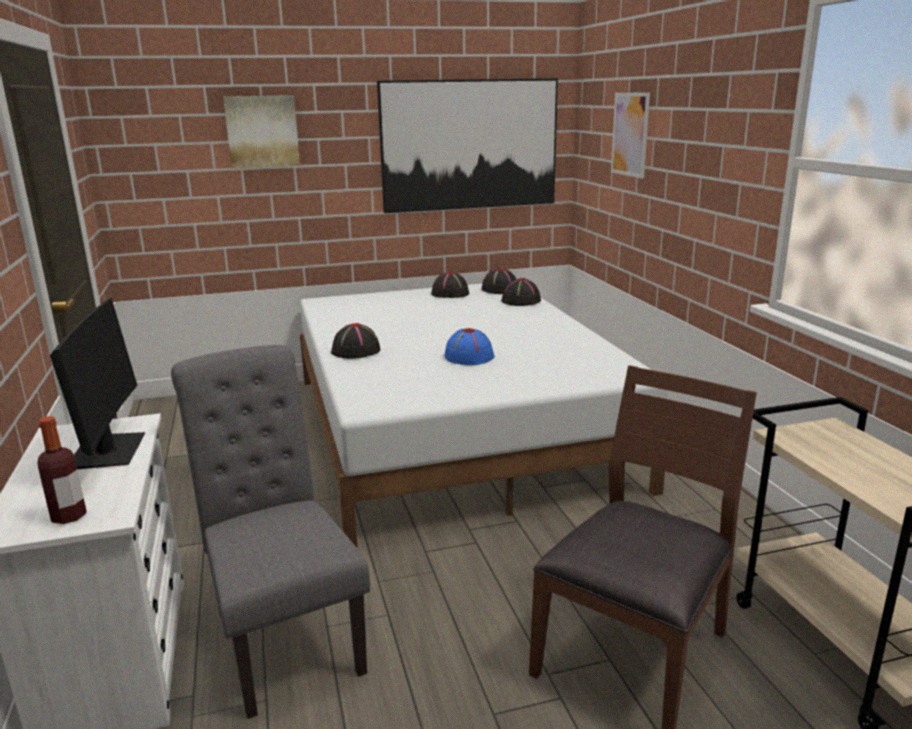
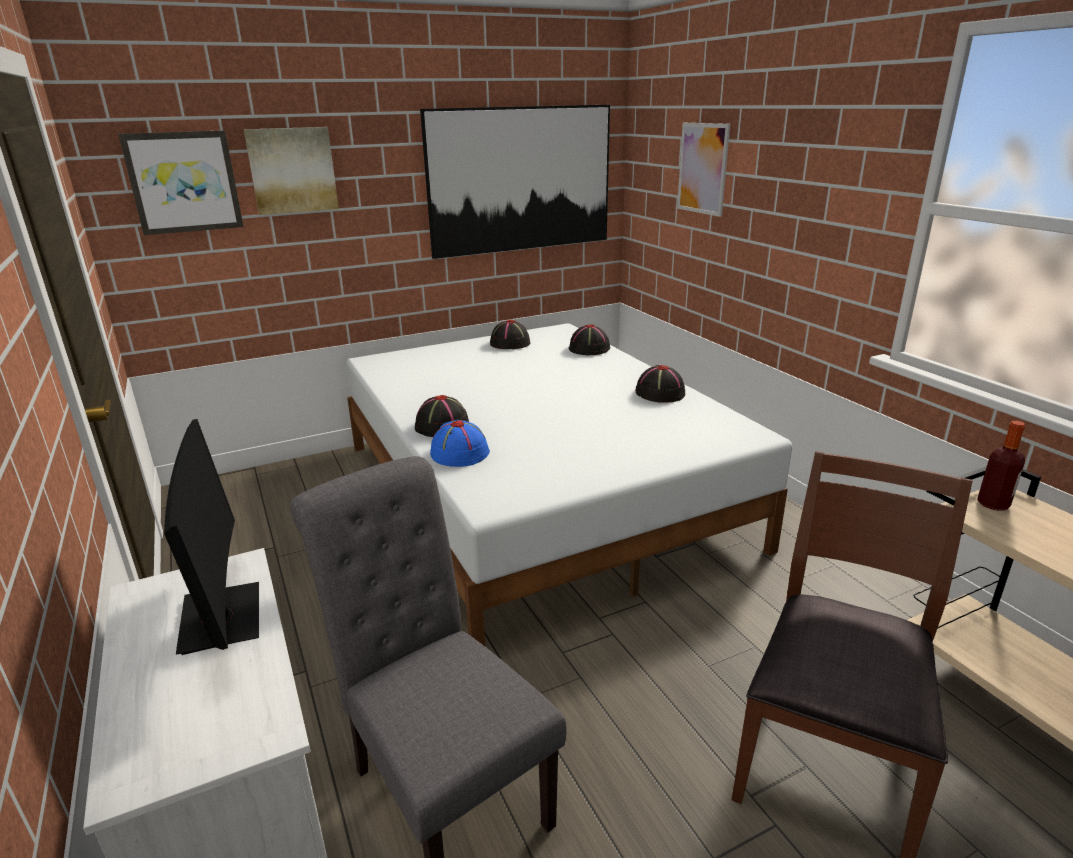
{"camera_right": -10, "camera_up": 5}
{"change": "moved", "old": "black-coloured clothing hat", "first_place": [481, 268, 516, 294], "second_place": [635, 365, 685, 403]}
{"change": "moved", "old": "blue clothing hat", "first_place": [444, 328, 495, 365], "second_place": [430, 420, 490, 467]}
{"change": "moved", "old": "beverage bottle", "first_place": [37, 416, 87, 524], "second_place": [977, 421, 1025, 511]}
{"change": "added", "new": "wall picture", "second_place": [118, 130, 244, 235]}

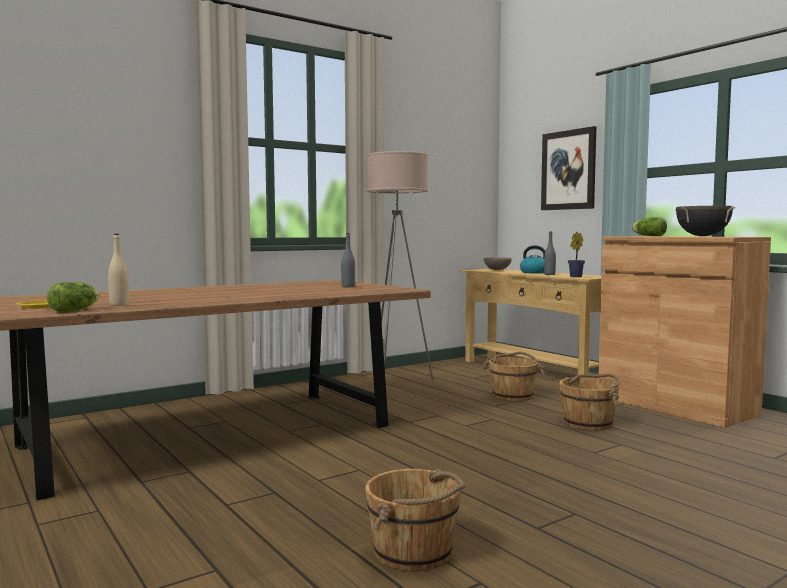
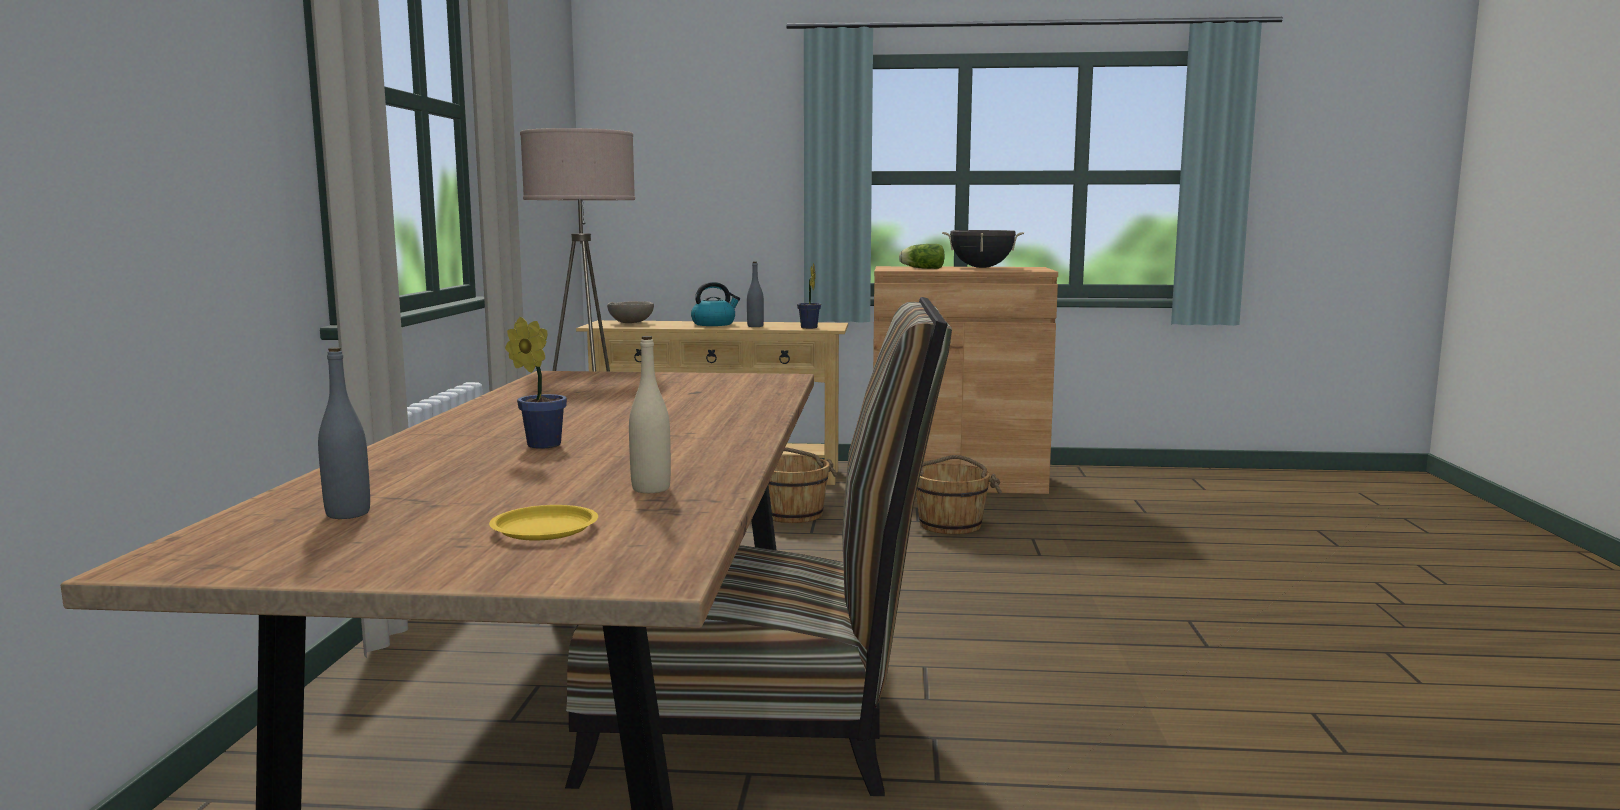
{"camera_right": -50, "camera_up": 5}
{"change": "removed", "old": "wall picture", "first_place": [541, 126, 596, 210]}
{"change": "moved", "old": "greyish beverage bottle", "first_place": [341, 233, 355, 287], "second_place": [318, 347, 370, 519]}
{"change": "removed", "old": "head of lettuce", "first_place": [47, 282, 100, 312]}
{"change": "removed", "old": "brown bucket", "first_place": [365, 469, 465, 572]}
{"change": "added", "new": "chair", "second_place": [565, 297, 952, 796]}
{"change": "added", "new": "houseplant", "second_place": [505, 317, 567, 449]}

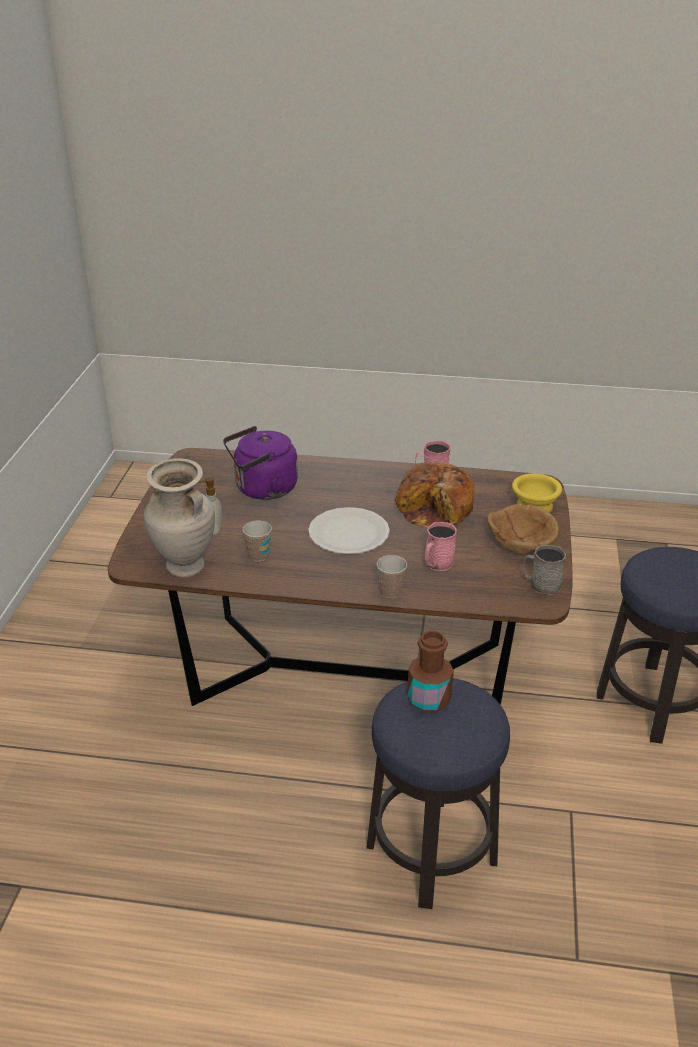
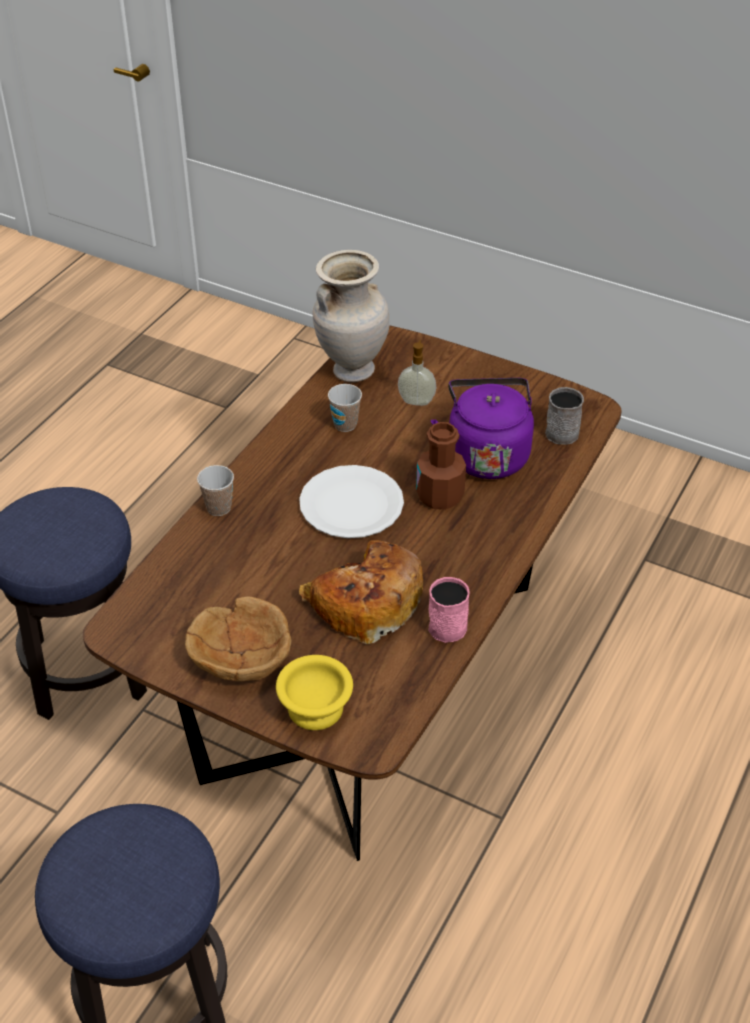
{"camera_right": 110, "camera_up": 10}
{"change": "removed", "old": "pinkish tea mug", "first_place": [425, 522, 457, 571]}
{"change": "moved", "old": "greyish tea mug", "first_place": [523, 545, 566, 595], "second_place": [545, 387, 584, 445]}
{"change": "moved", "old": "brown beverage bottle", "first_place": [407, 631, 454, 712], "second_place": [416, 422, 466, 510]}

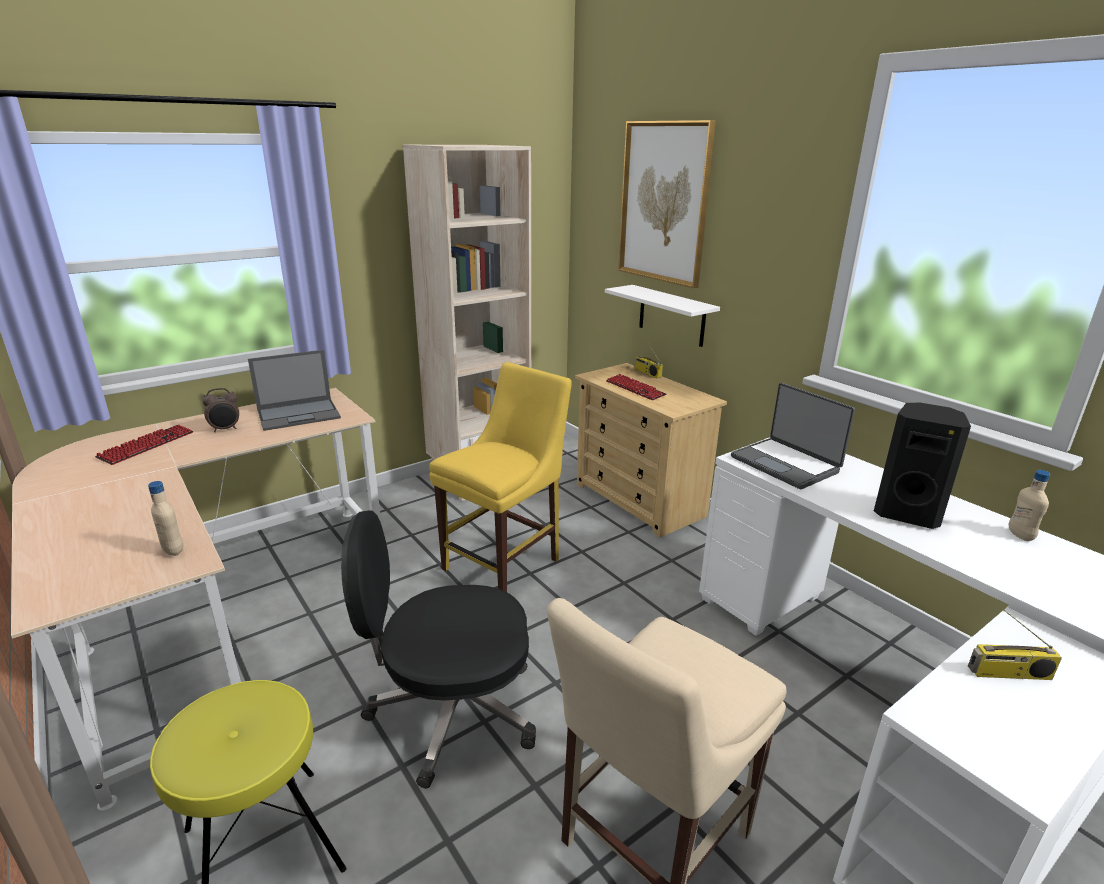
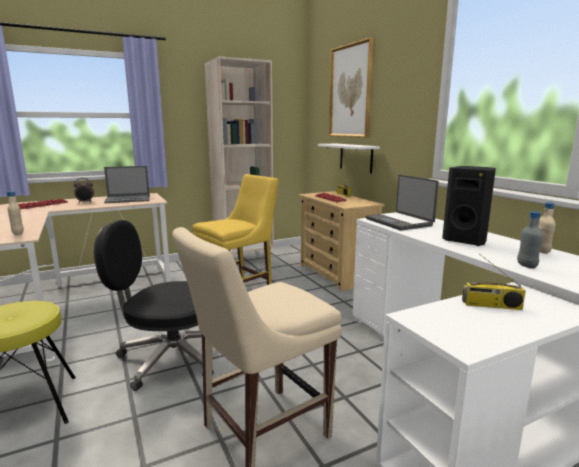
{"camera_right": 10, "camera_up": -10}
{"change": "added", "new": "greyish beverage bottle", "second_place": [517, 211, 543, 269]}

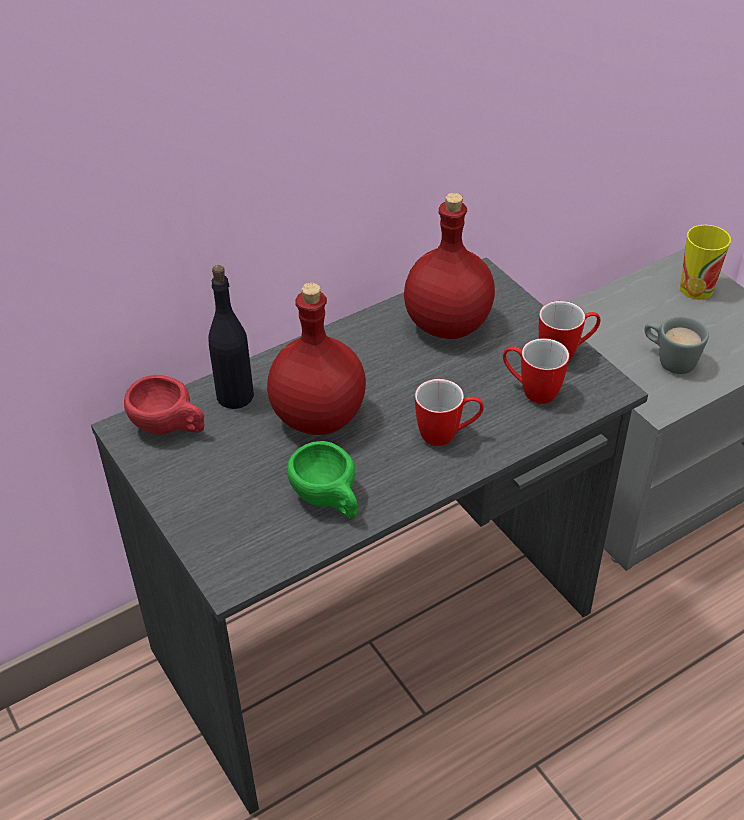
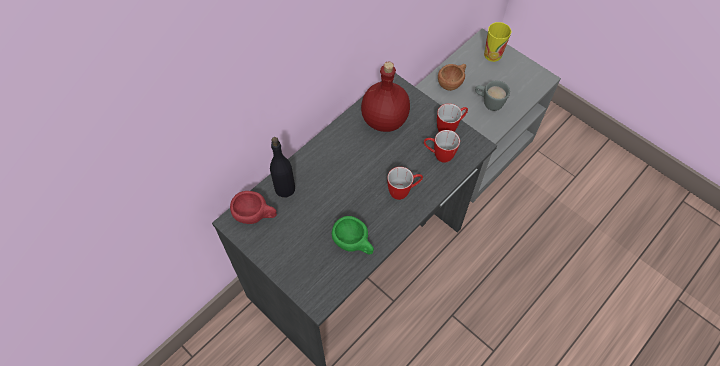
{"camera_right": -15, "camera_up": 15}
{"change": "removed", "old": "red beverage bottle", "first_place": [267, 282, 366, 435]}
{"change": "added", "new": "brown small cup", "second_place": [438, 64, 466, 91]}

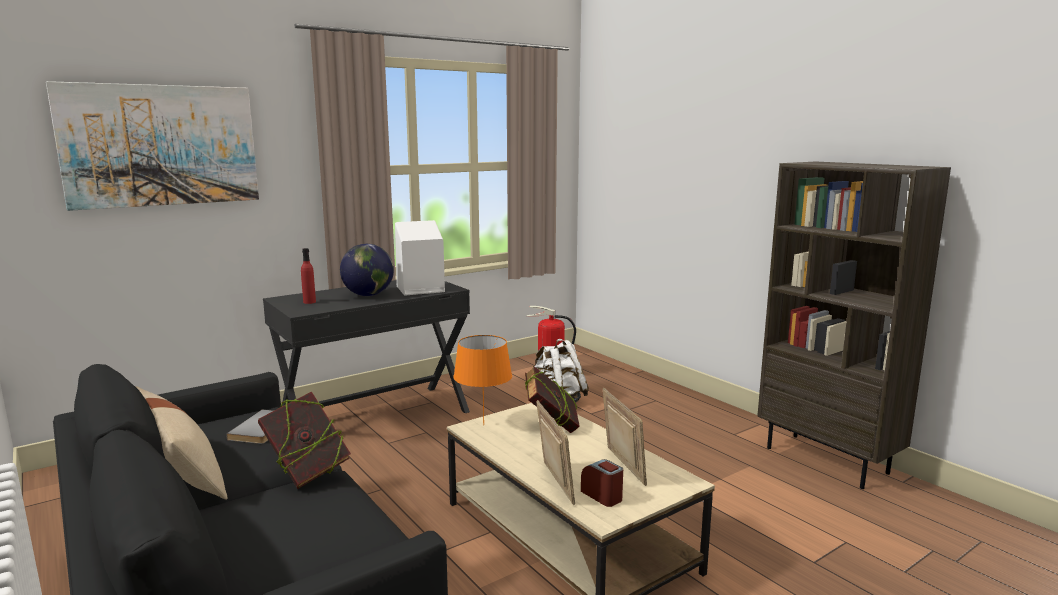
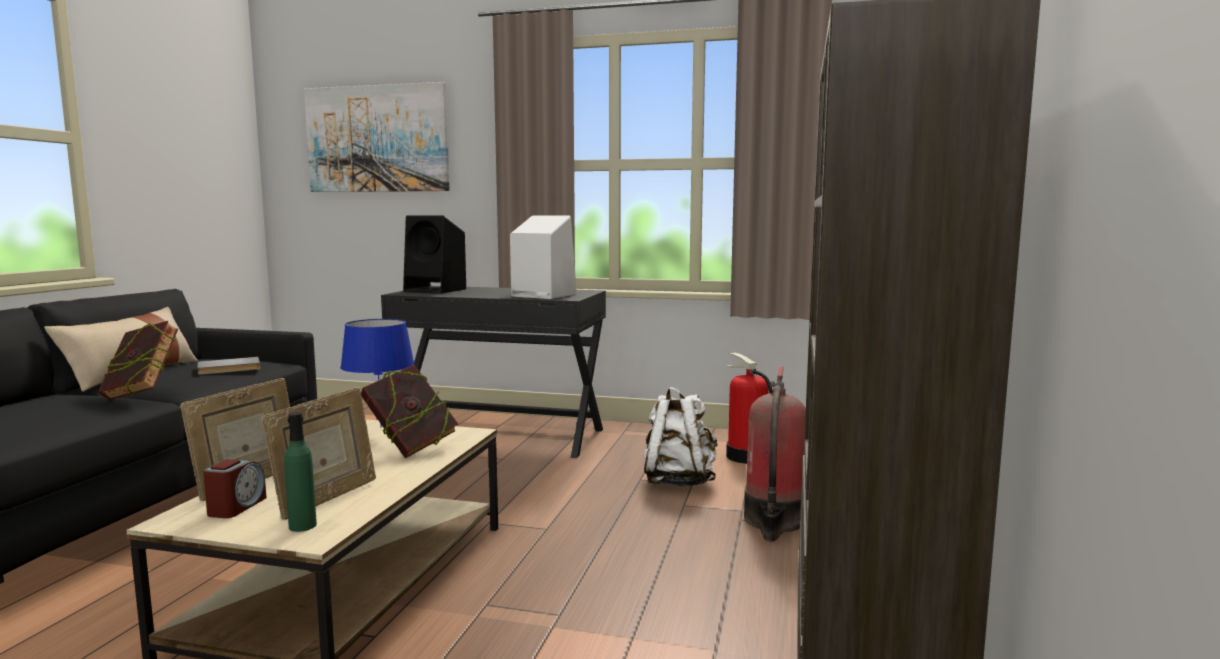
{"camera_right": 50, "camera_up": -5}
{"change": "removed", "old": "desk globe", "first_place": [340, 244, 394, 296]}
{"change": "replaced", "old": "red beverage bottle", "new": "black-coloured speaker", "first_place": [301, 248, 316, 304], "second_place": [403, 215, 466, 294]}
{"change": "recoloured", "old": "orange lamp for a table", "new": "blue lamp for a table", "first_place": [453, 335, 512, 425], "second_place": [340, 319, 415, 428]}
{"change": "added", "new": "fire-fighting cylinder", "second_place": [744, 366, 806, 541]}
{"change": "added", "new": "green beverage bottle", "second_place": [284, 412, 317, 532]}

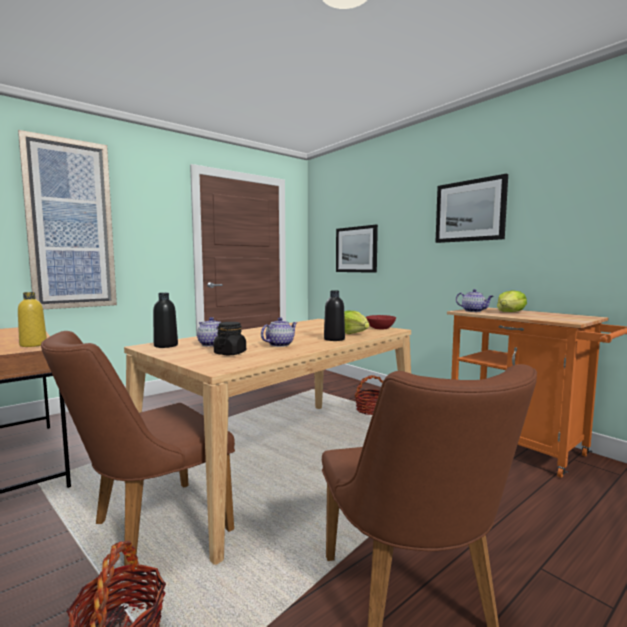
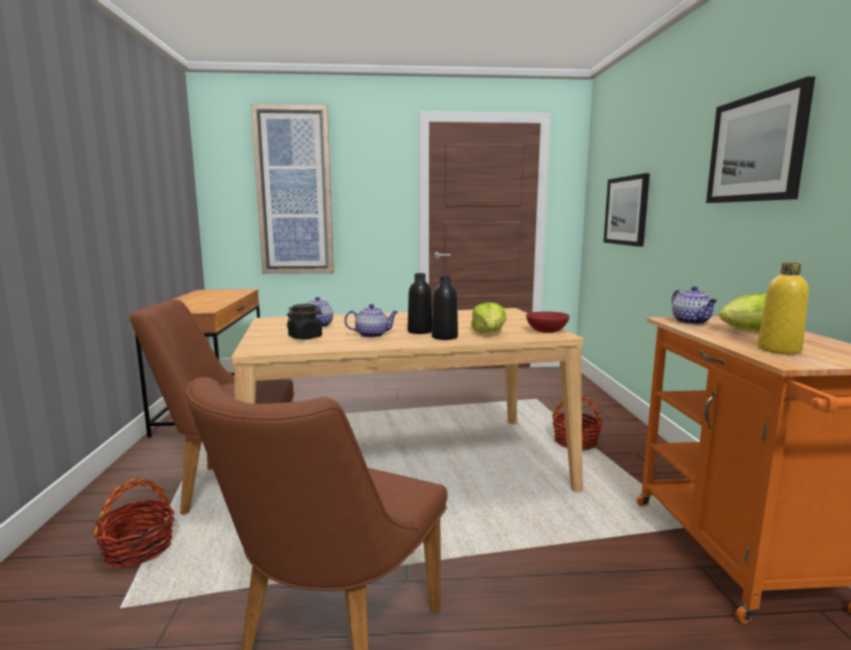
{"camera_right": 35, "camera_up": 5}
{"change": "moved", "old": "yellow-coloured beverage bottle", "first_place": [18, 292, 47, 347], "second_place": [757, 263, 809, 354]}
{"change": "moved", "old": "black-coloured beverage bottle", "first_place": [153, 293, 178, 348], "second_place": [408, 273, 432, 334]}

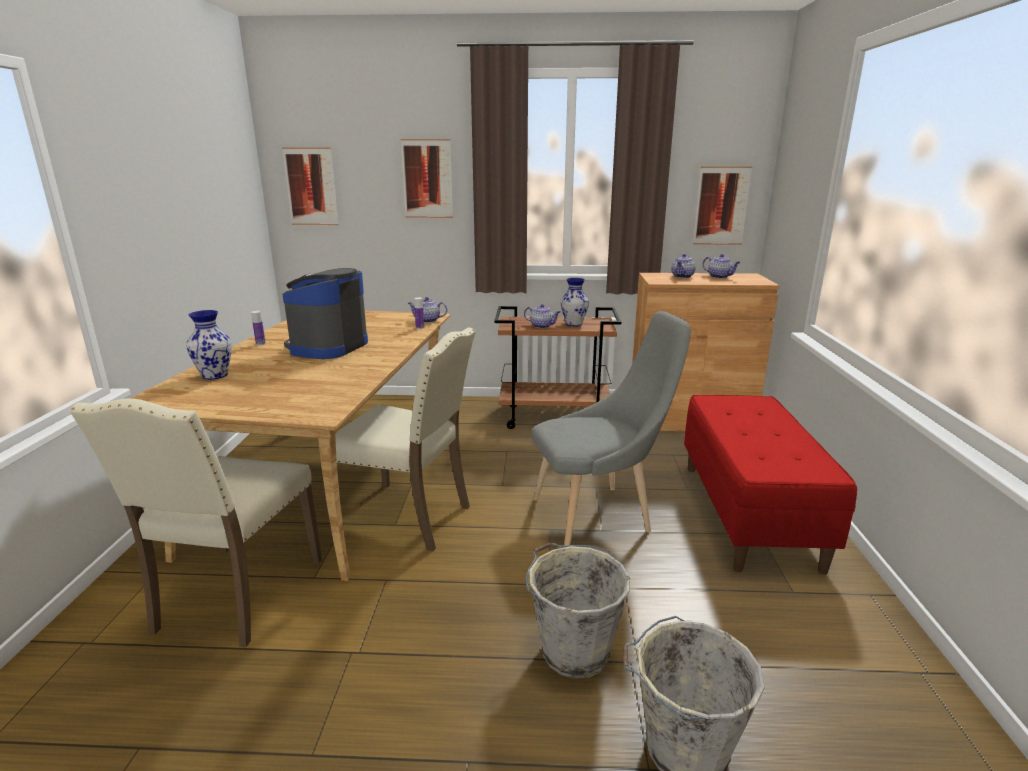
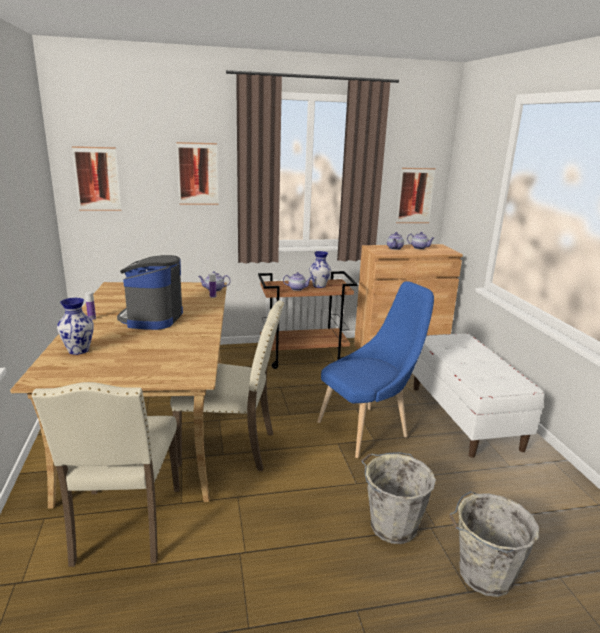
{"camera_right": -15, "camera_up": 0}
{"change": "recoloured", "old": "greyish chair", "new": "blue chair", "first_place": [532, 311, 691, 545], "second_place": [317, 281, 434, 458]}
{"change": "recoloured", "old": "red indoor bench", "new": "white-coloured indoor bench", "first_place": [684, 395, 857, 575], "second_place": [412, 333, 544, 458]}

